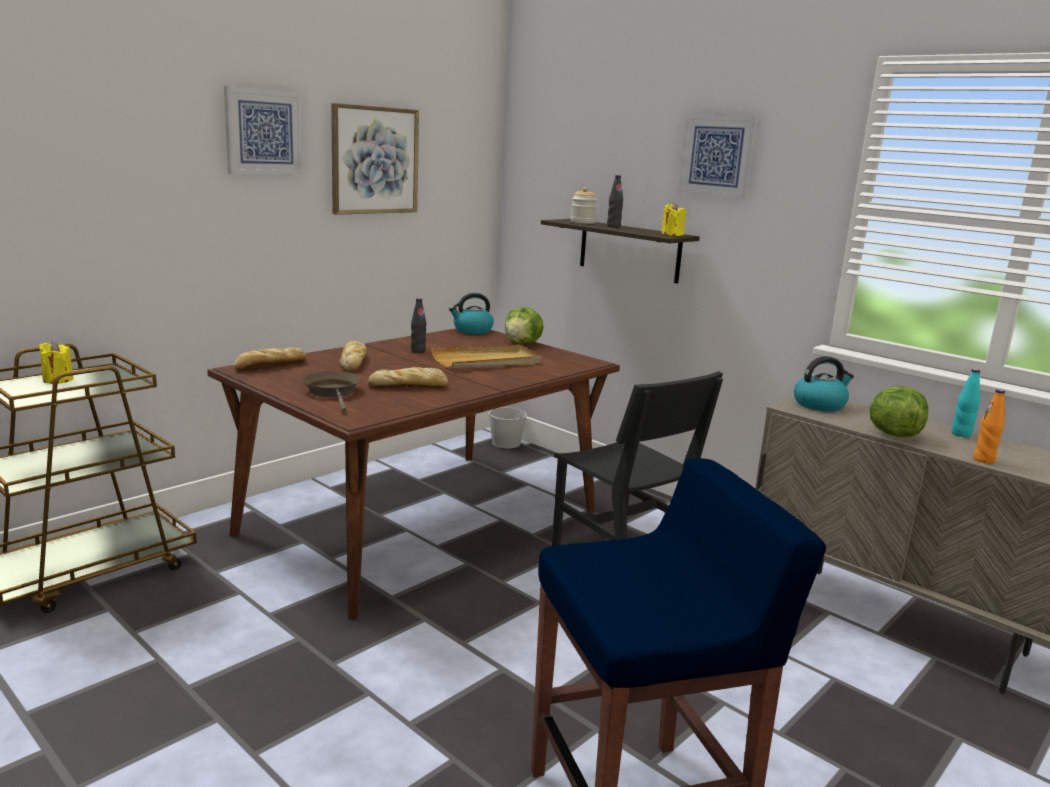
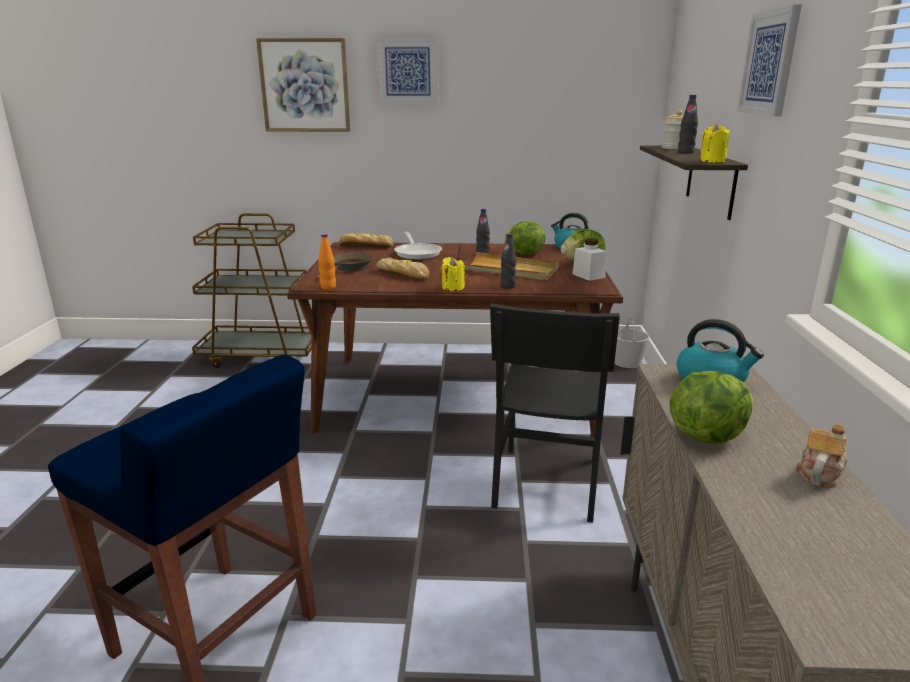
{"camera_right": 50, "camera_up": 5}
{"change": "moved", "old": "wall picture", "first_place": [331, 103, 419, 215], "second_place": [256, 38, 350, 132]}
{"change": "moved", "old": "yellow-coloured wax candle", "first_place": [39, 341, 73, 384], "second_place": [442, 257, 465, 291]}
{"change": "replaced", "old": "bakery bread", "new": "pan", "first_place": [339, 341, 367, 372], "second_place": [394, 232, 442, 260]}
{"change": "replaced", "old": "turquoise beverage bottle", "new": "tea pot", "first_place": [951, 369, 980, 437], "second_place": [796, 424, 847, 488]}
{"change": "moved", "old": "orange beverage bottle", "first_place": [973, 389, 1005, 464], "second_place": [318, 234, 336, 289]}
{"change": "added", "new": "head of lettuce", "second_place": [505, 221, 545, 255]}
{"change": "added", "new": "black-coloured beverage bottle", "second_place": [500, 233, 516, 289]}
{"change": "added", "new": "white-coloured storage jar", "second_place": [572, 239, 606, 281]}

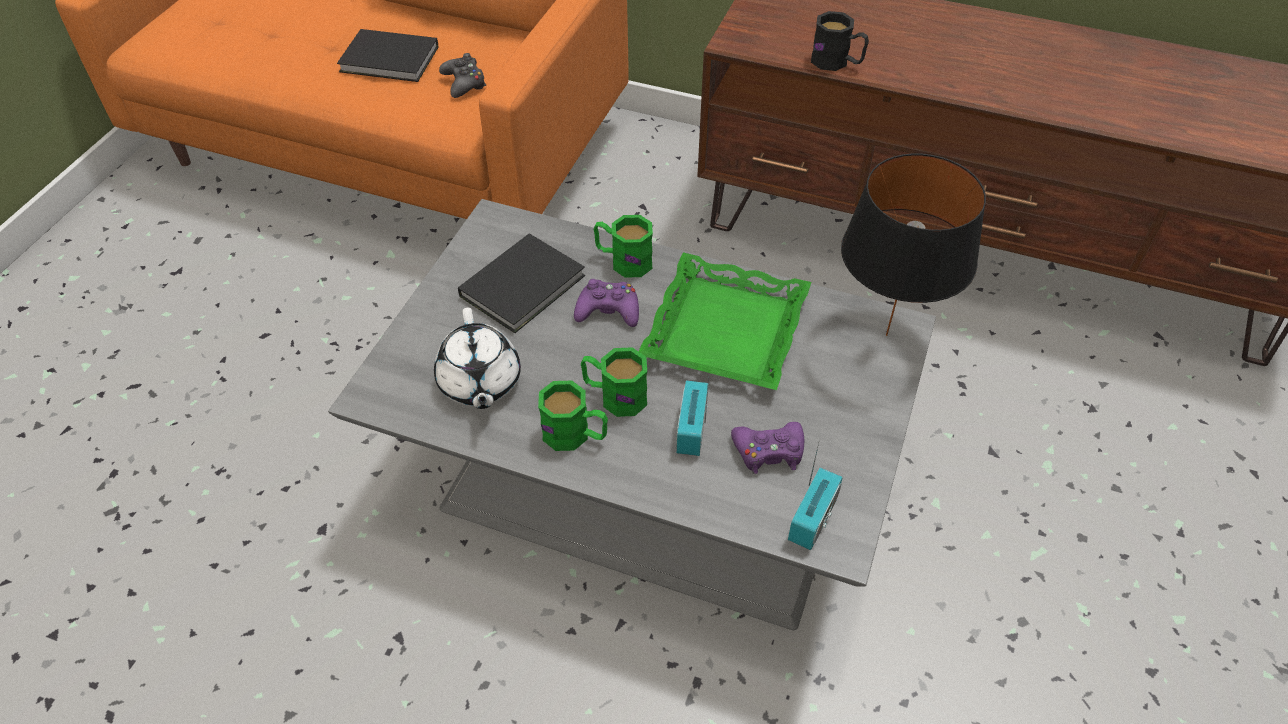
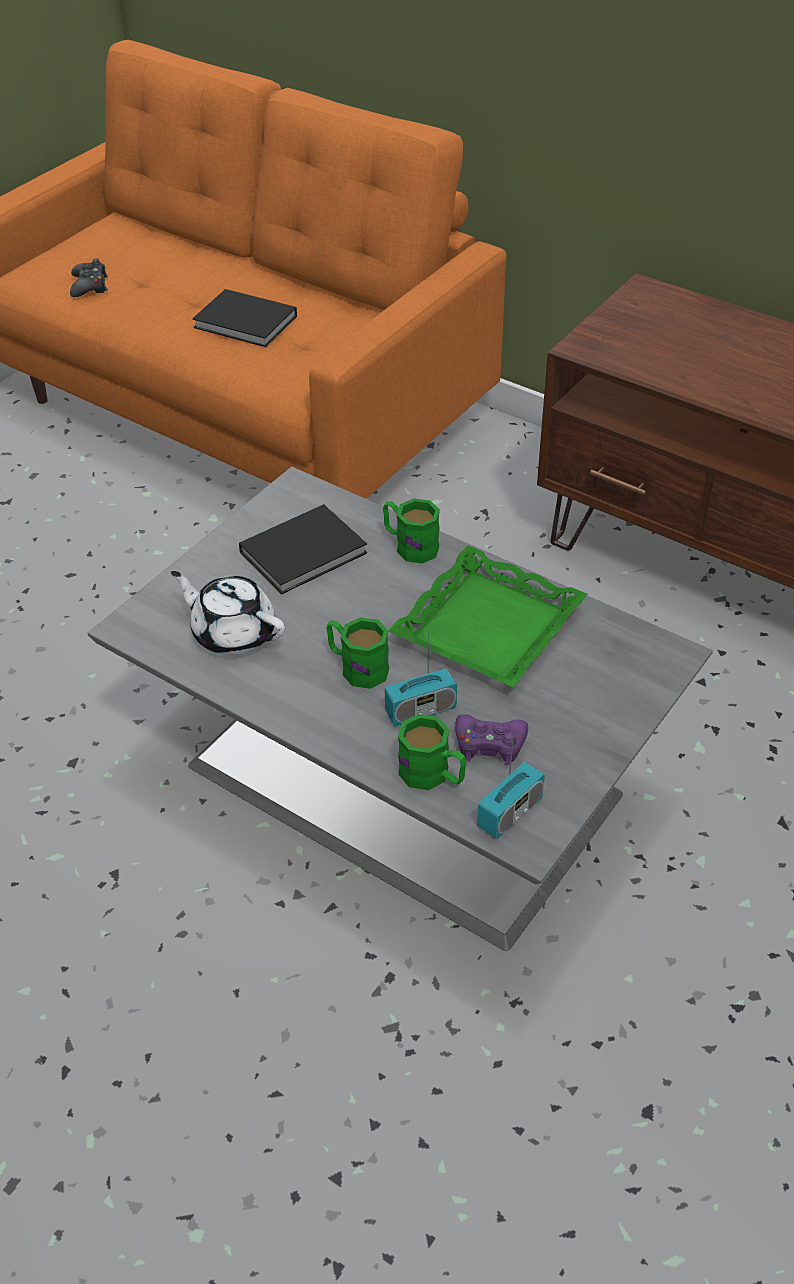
{"camera_right": 15, "camera_up": -5}
{"change": "removed", "old": "black-coloured tea mug", "first_place": [811, 11, 869, 71]}
{"change": "moved", "old": "black-coloured joypad", "first_place": [439, 53, 486, 98], "second_place": [70, 258, 108, 297]}
{"change": "removed", "old": "black-coloured lamp for a table", "first_place": [841, 153, 986, 336]}
{"change": "removed", "old": "purplish joypad", "first_place": [574, 279, 639, 327]}
{"change": "turned", "old": "white-coloured tea pot", "first_place": [434, 308, 521, 409], "second_place": [171, 571, 285, 655], "degrees": 120}
{"change": "turned", "old": "radio", "first_place": [676, 377, 709, 456], "second_place": [385, 625, 457, 726], "degrees": -135}
{"change": "moved", "old": "green tea mug", "first_place": [538, 381, 608, 451], "second_place": [398, 714, 467, 790]}

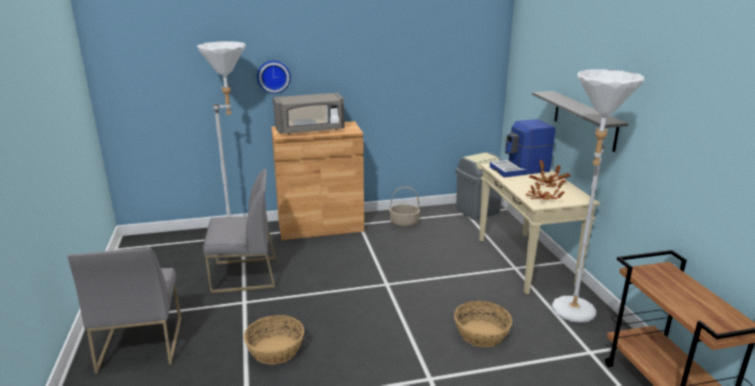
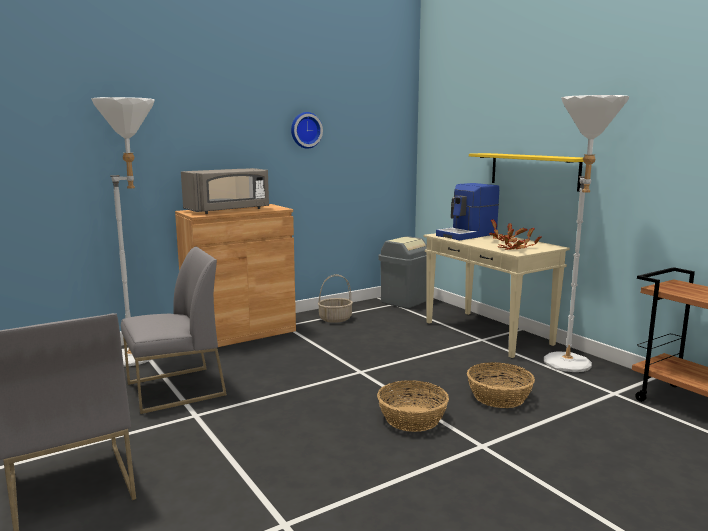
{"camera_right": -20, "camera_up": -10}
{"change": "moved", "old": "clock on the wall", "first_place": [257, 61, 291, 94], "second_place": [291, 112, 323, 149]}
{"change": "recoloured", "old": "greyish bracket shelf", "new": "yellow-coloured bracket shelf", "first_place": [532, 91, 628, 152], "second_place": [469, 153, 584, 192]}
{"change": "moved", "old": "household basket", "first_place": [244, 315, 304, 364], "second_place": [377, 380, 449, 432]}

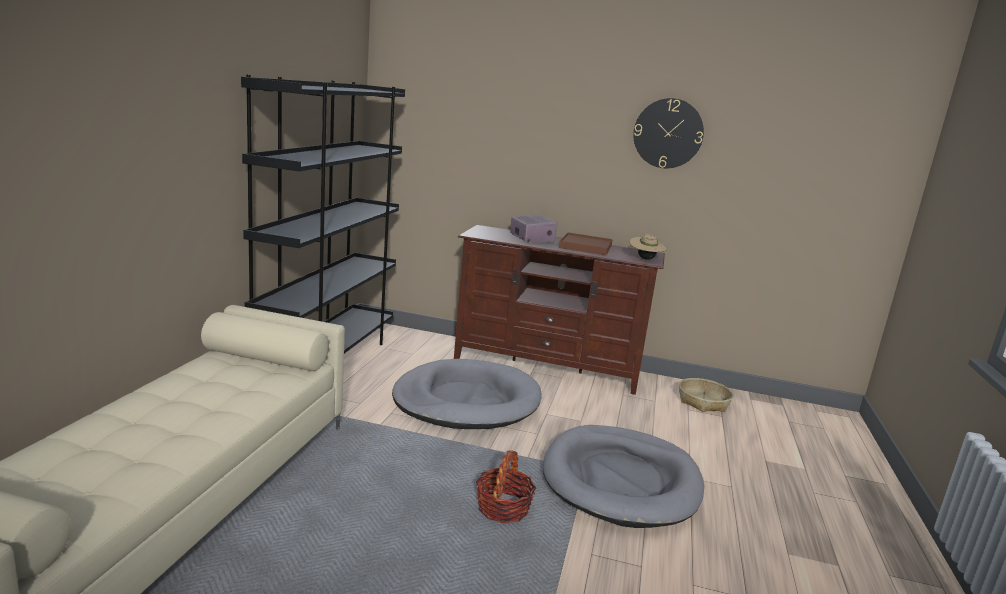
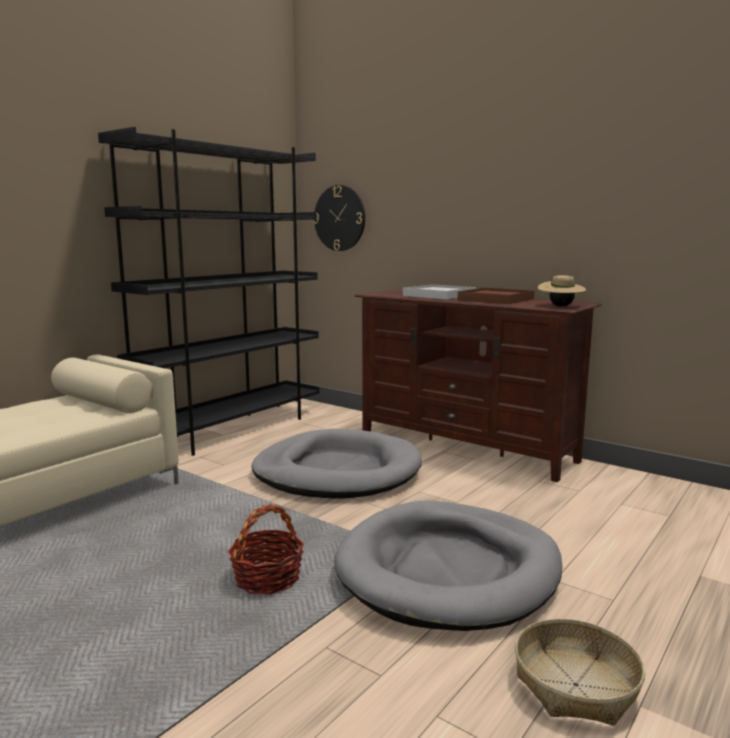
{"camera_right": 25, "camera_up": -5}
{"change": "moved", "old": "clock on the wall", "first_place": [633, 98, 704, 168], "second_place": [313, 185, 365, 251]}
{"change": "replaced", "old": "radio", "new": "white-coloured carrying tray", "first_place": [510, 215, 558, 242], "second_place": [403, 284, 476, 300]}
{"change": "moved", "old": "household basket", "first_place": [679, 378, 733, 412], "second_place": [515, 619, 645, 726]}

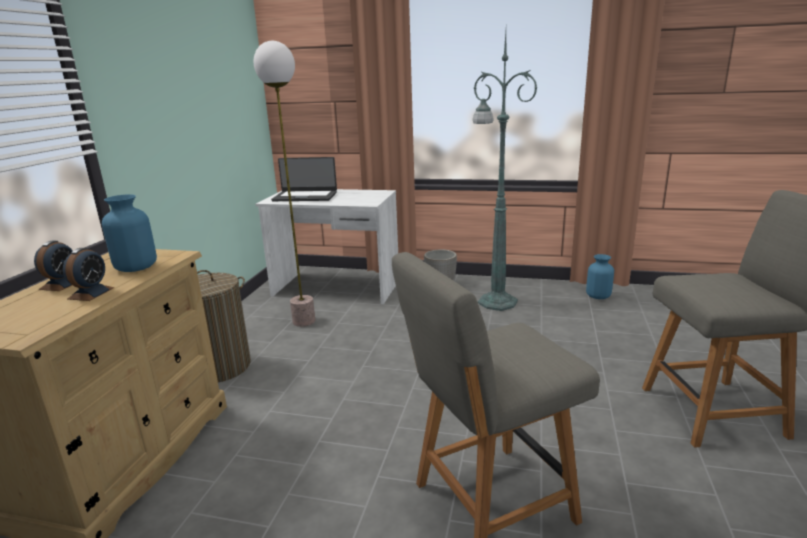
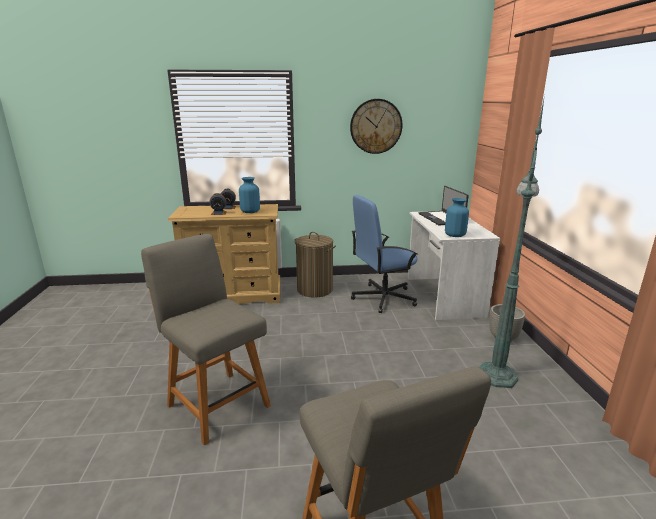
{"camera_right": 70, "camera_up": 0}
{"change": "replaced", "old": "floor lamp", "new": "blue computer chair", "first_place": [254, 41, 315, 327], "second_place": [351, 195, 418, 313]}
{"change": "moved", "old": "blue vase", "first_place": [586, 254, 614, 299], "second_place": [445, 198, 469, 237]}
{"change": "added", "new": "clock on the wall", "second_place": [350, 99, 403, 154]}

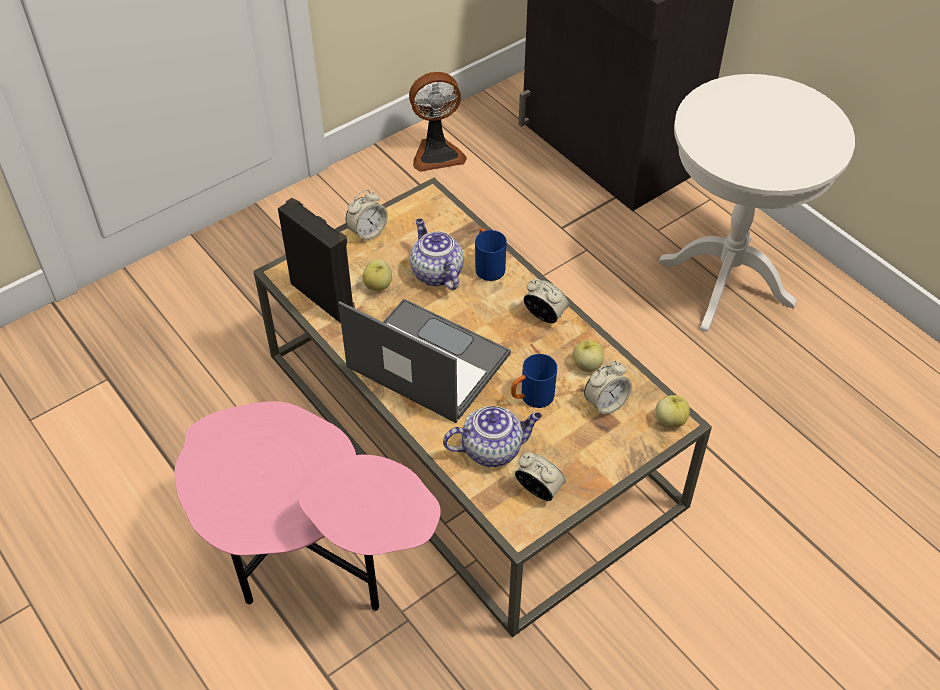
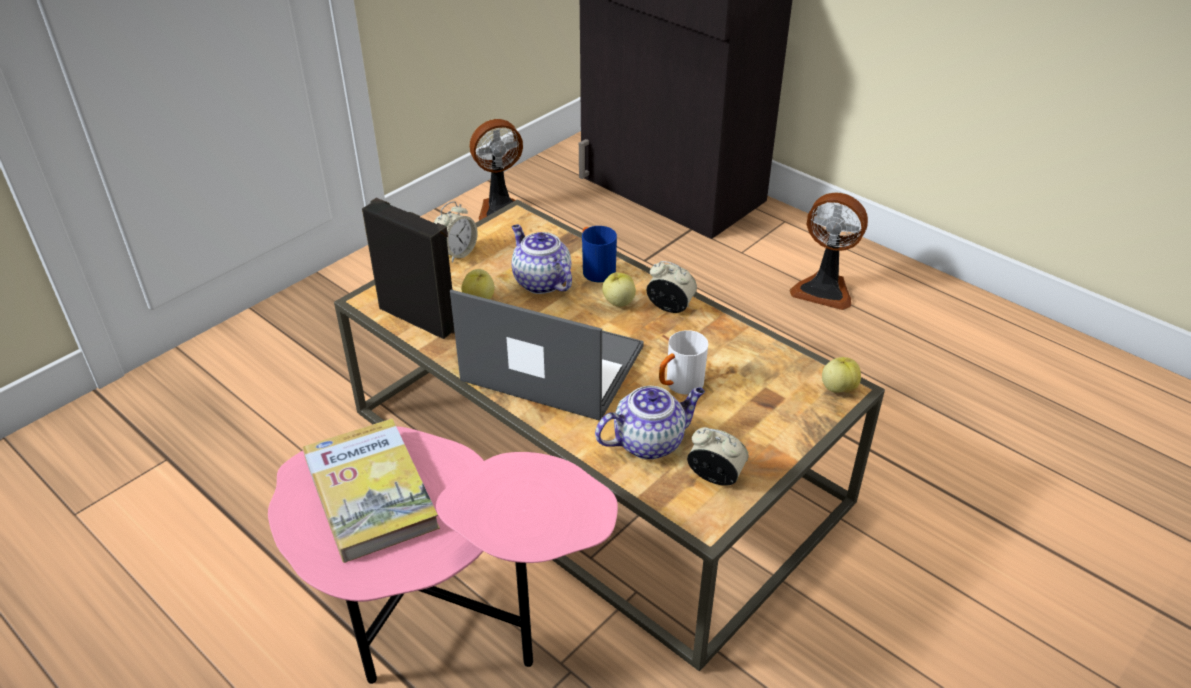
{"camera_right": -10, "camera_up": -10}
{"change": "replaced", "old": "white-coloured end table", "new": "electric fan", "first_place": [658, 74, 855, 332], "second_place": [789, 193, 868, 310]}
{"change": "moved", "old": "whole apple", "first_place": [573, 339, 604, 372], "second_place": [602, 272, 636, 307]}
{"change": "recoloured", "old": "blue tea mug", "new": "white-coloured tea mug", "first_place": [511, 354, 557, 408], "second_place": [659, 330, 708, 394]}
{"change": "removed", "old": "table clock", "first_place": [584, 361, 632, 416]}
{"change": "added", "new": "volume", "second_place": [302, 418, 440, 563]}

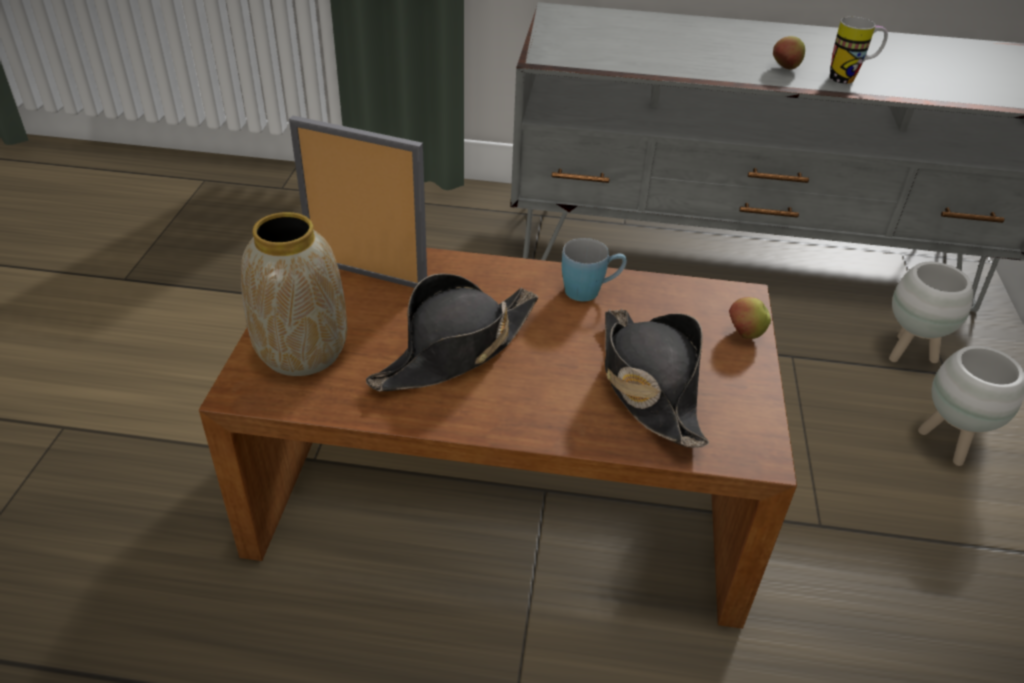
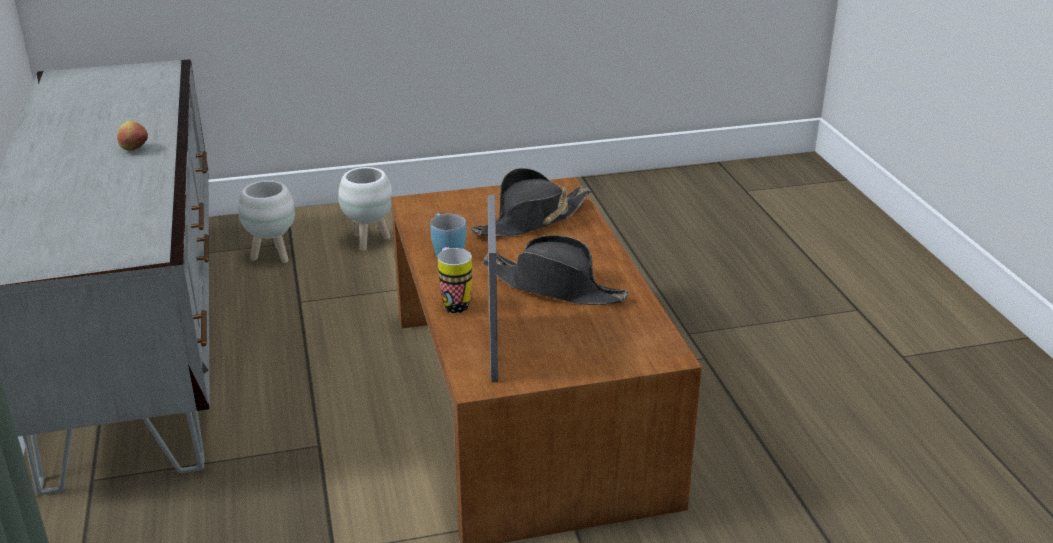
{"camera_right": -110, "camera_up": -10}
{"change": "moved", "old": "tea mug", "first_place": [830, 17, 888, 84], "second_place": [438, 247, 472, 313]}
{"change": "removed", "old": "vase", "first_place": [241, 212, 347, 376]}
{"change": "removed", "old": "whole apple", "first_place": [729, 297, 771, 339]}

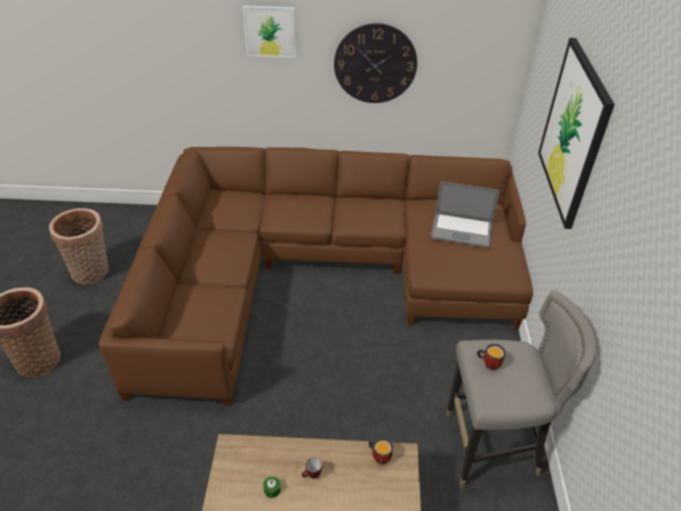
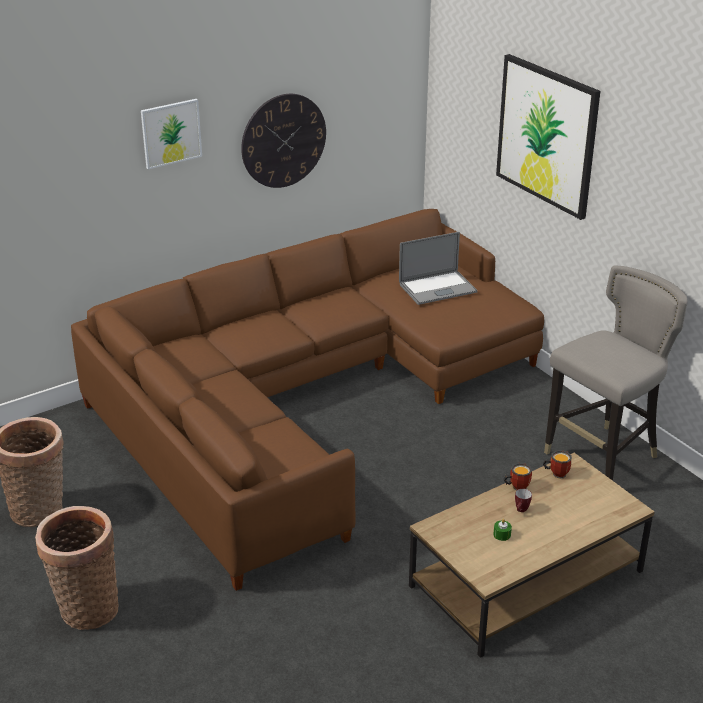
{"camera_right": -35, "camera_up": -10}
{"change": "moved", "old": "tea mug", "first_place": [477, 343, 506, 371], "second_place": [503, 463, 532, 491]}

